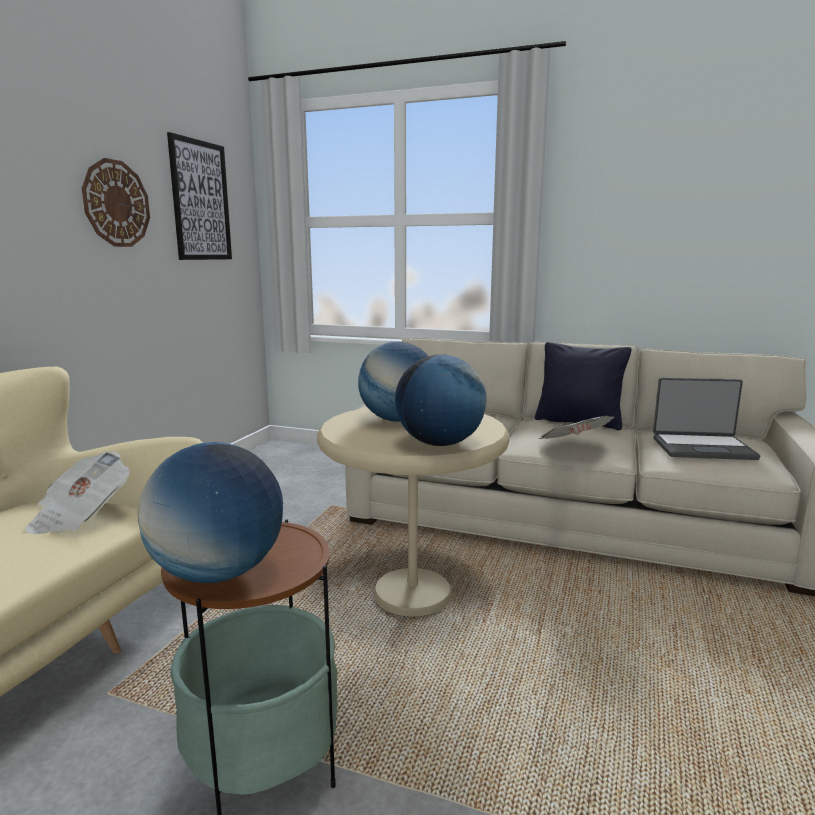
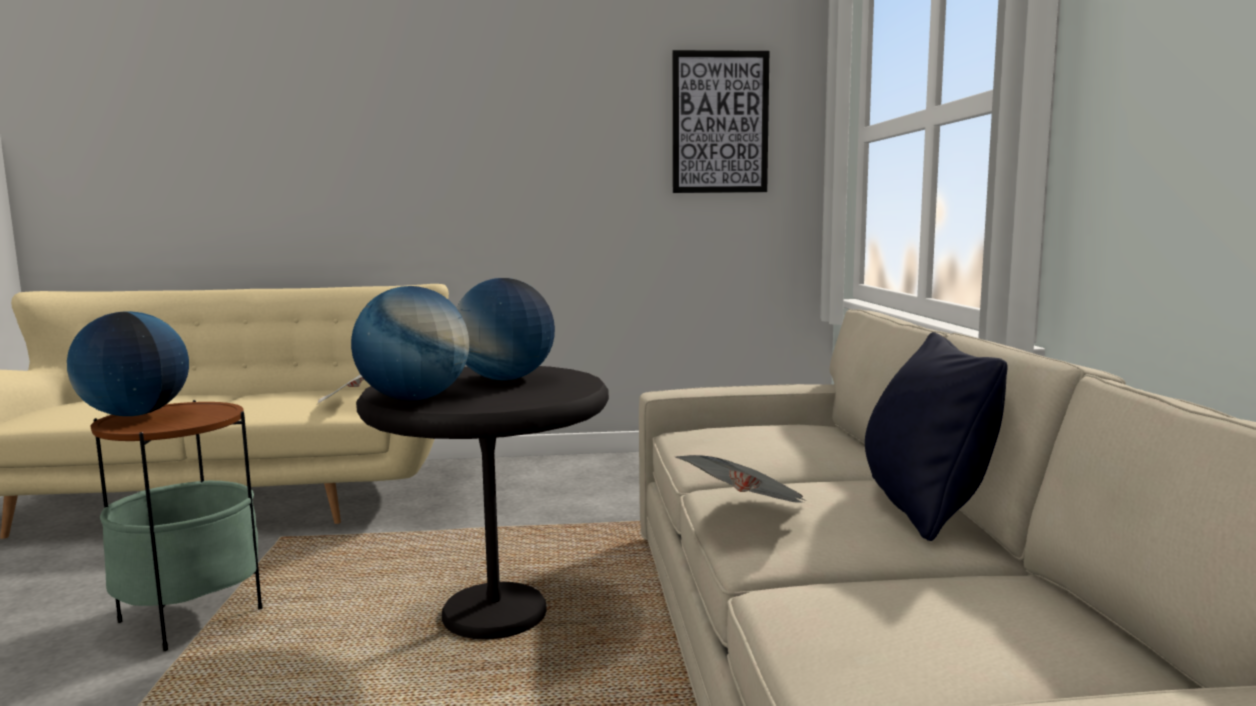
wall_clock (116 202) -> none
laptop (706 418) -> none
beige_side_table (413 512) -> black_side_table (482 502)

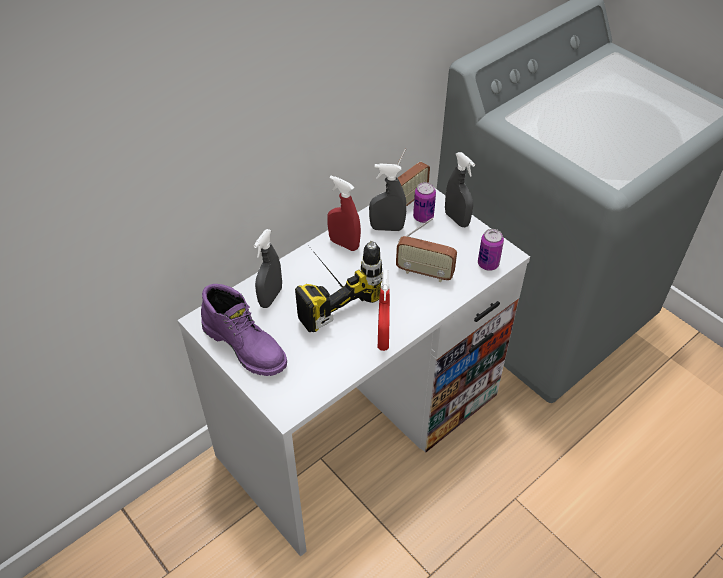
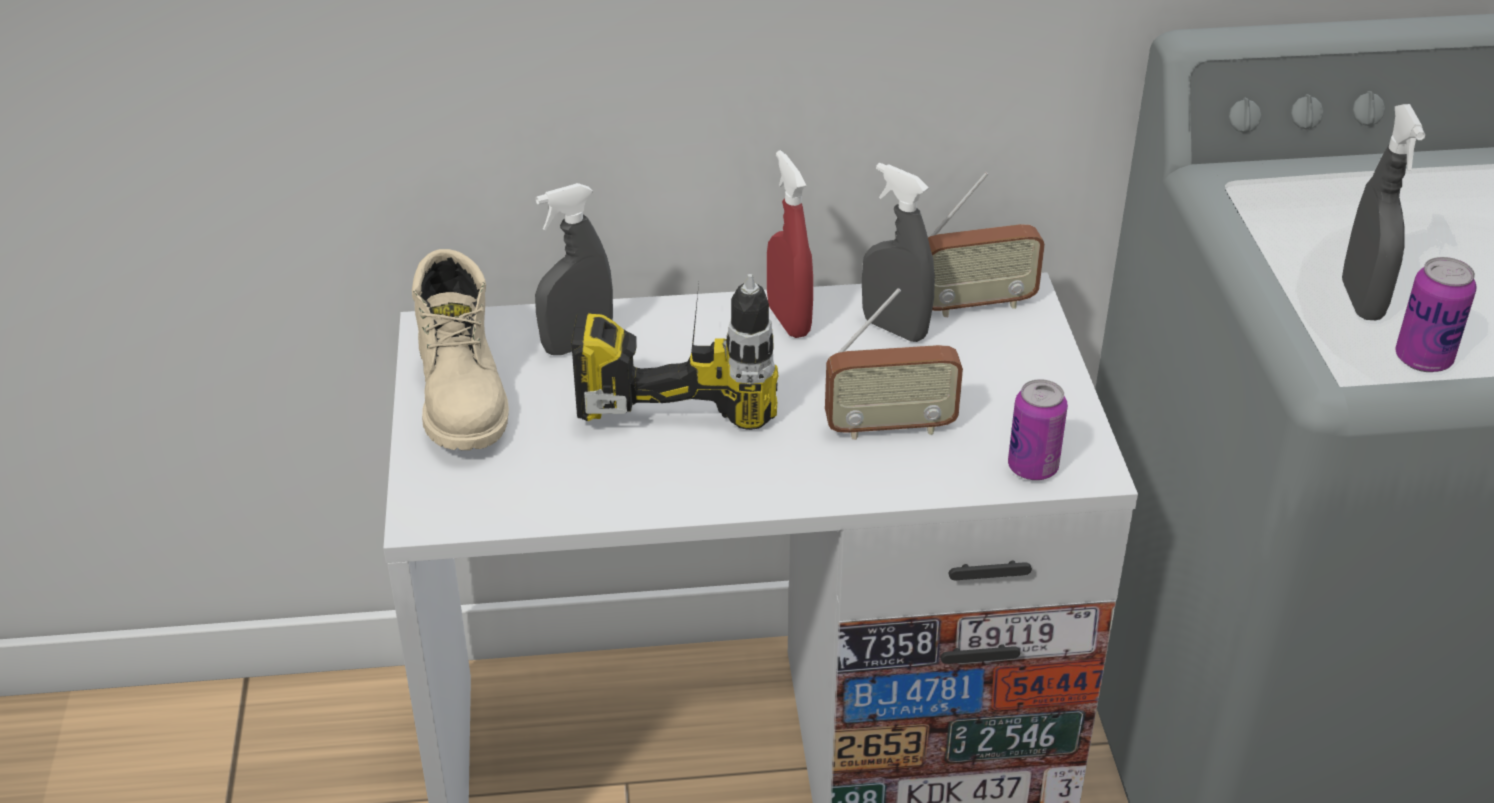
grey_spray_bottle (460 189) -> grey_spray_bottle (1383 212), shifted
can (424 202) -> can (1435 314), shifted
radio (426 250) -> radio (894 364), 60 degrees counterclockwise
red_spray_bottle (384 310) -> none
purple_boot (244 330) -> beige_boot (460 349)

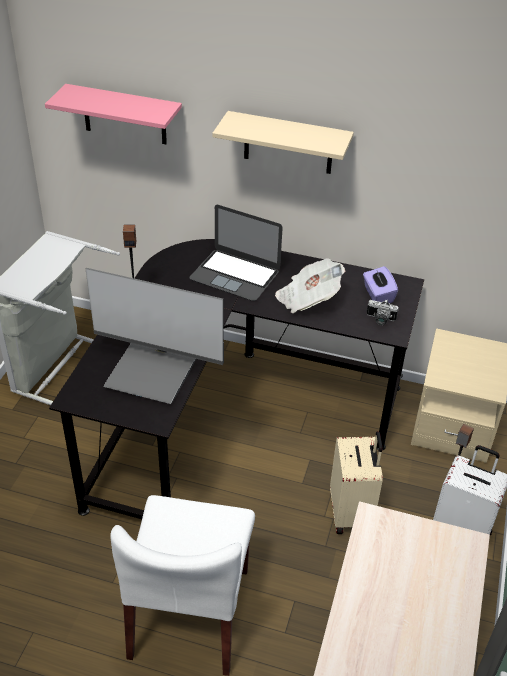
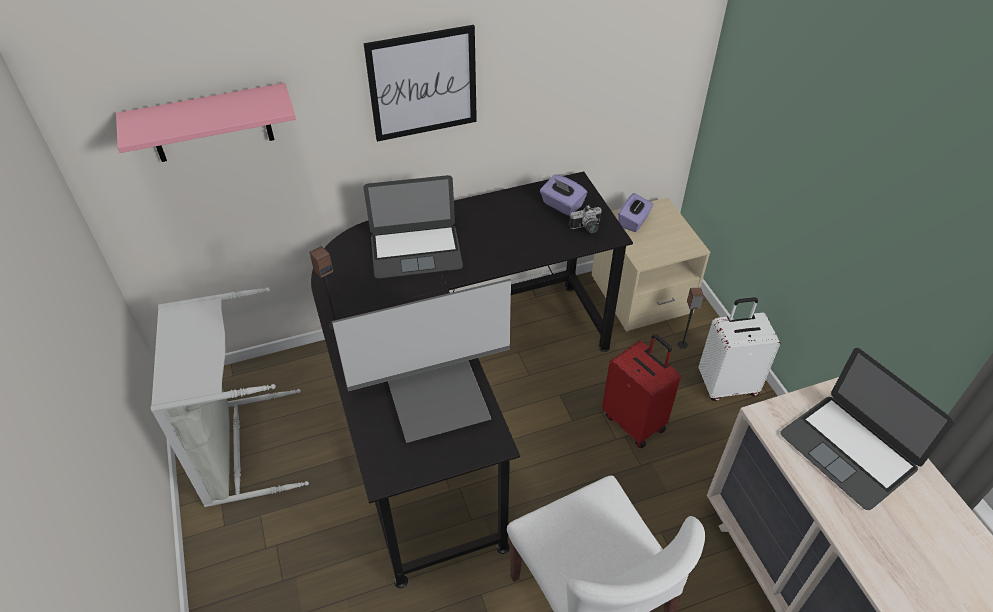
beige_shelf (283 142) -> picture (420 83)
newspaper (310 285) -> none
beige_suitcase (356 482) -> red_suitcase (641 391)
none -> purple_tissue_box (635 212)
none -> laptop (867 429)

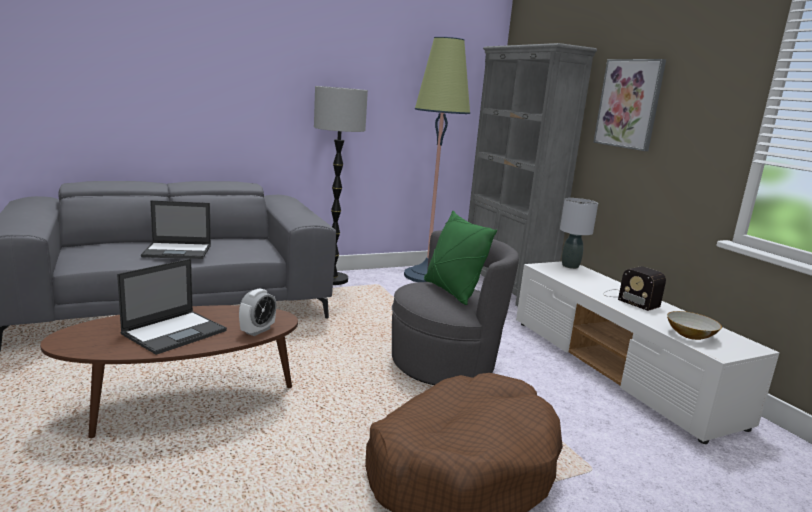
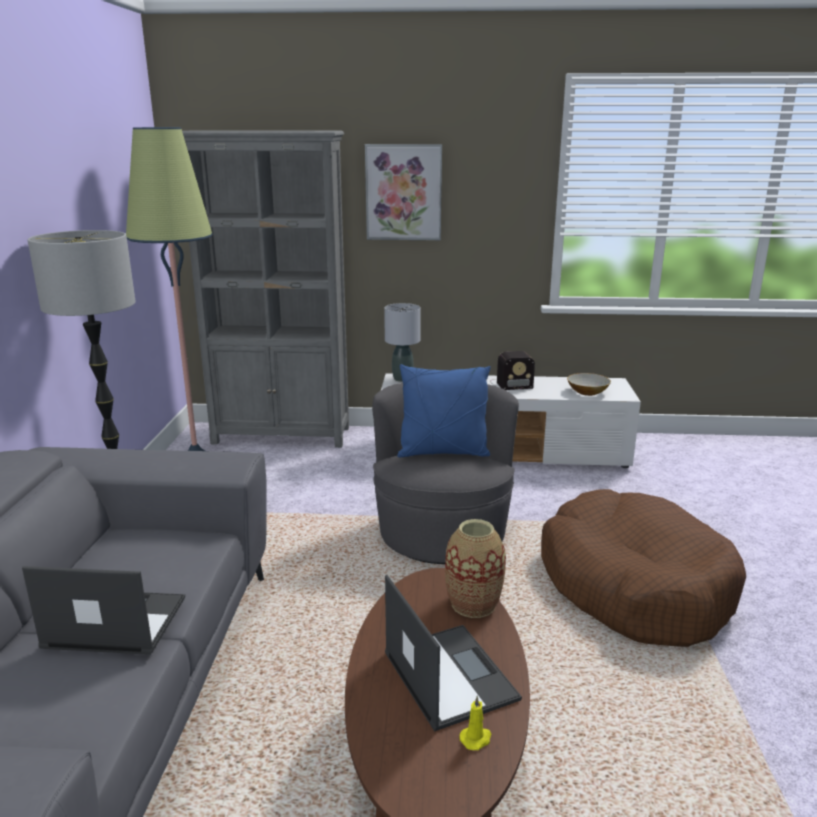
laptop (176 229) -> laptop (103 610), 105 degrees counterclockwise
green_pillow (460 258) -> blue_pillow (444 410)
alarm_clock (257 312) -> vase (475 568)
none -> yellow_candle (475 723)

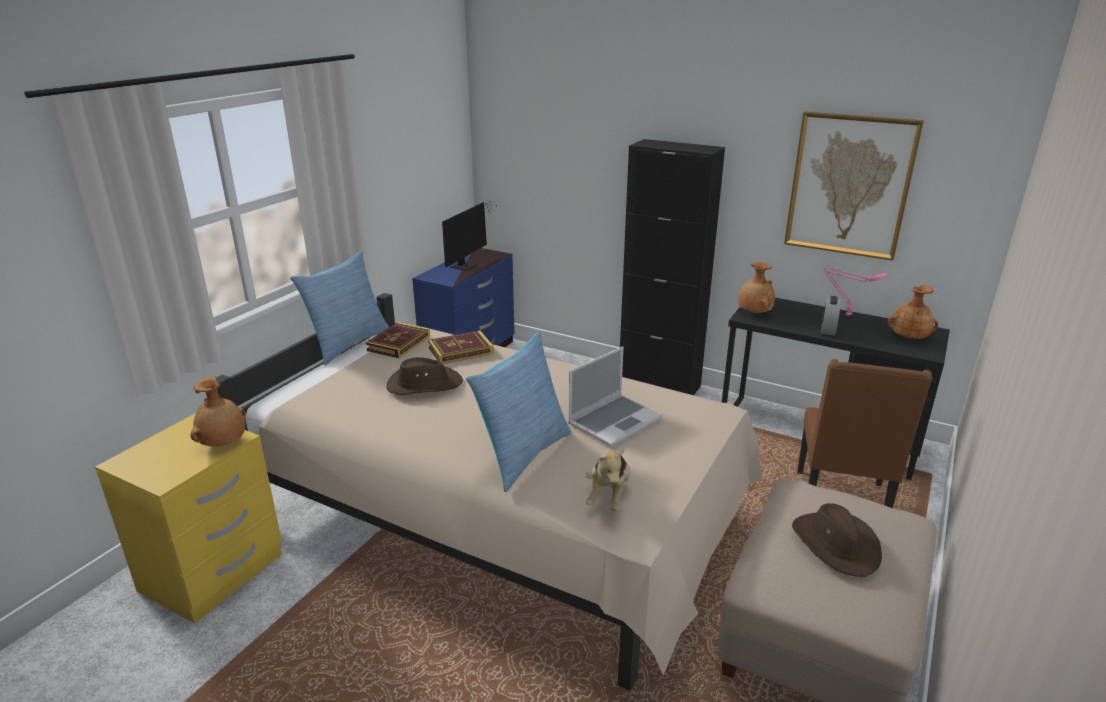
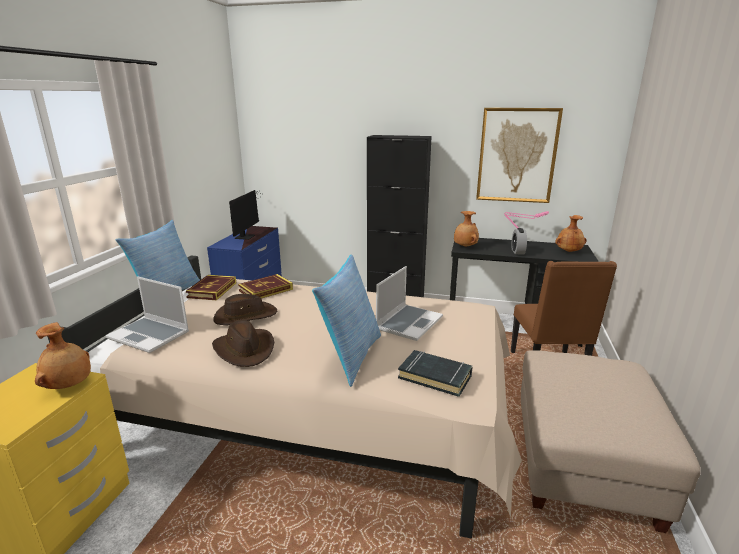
plush_toy (608 480) -> black_book (435 373)
brown_hat (837 540) -> brown_hat (243 343), shifted
none -> laptop (147 314)

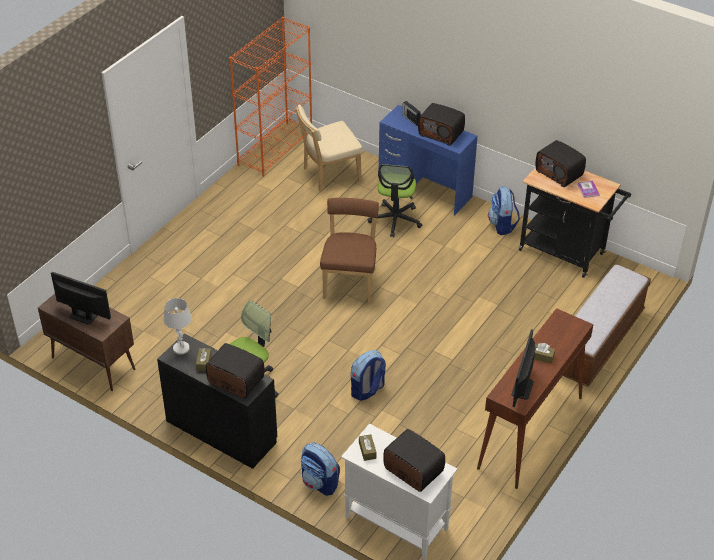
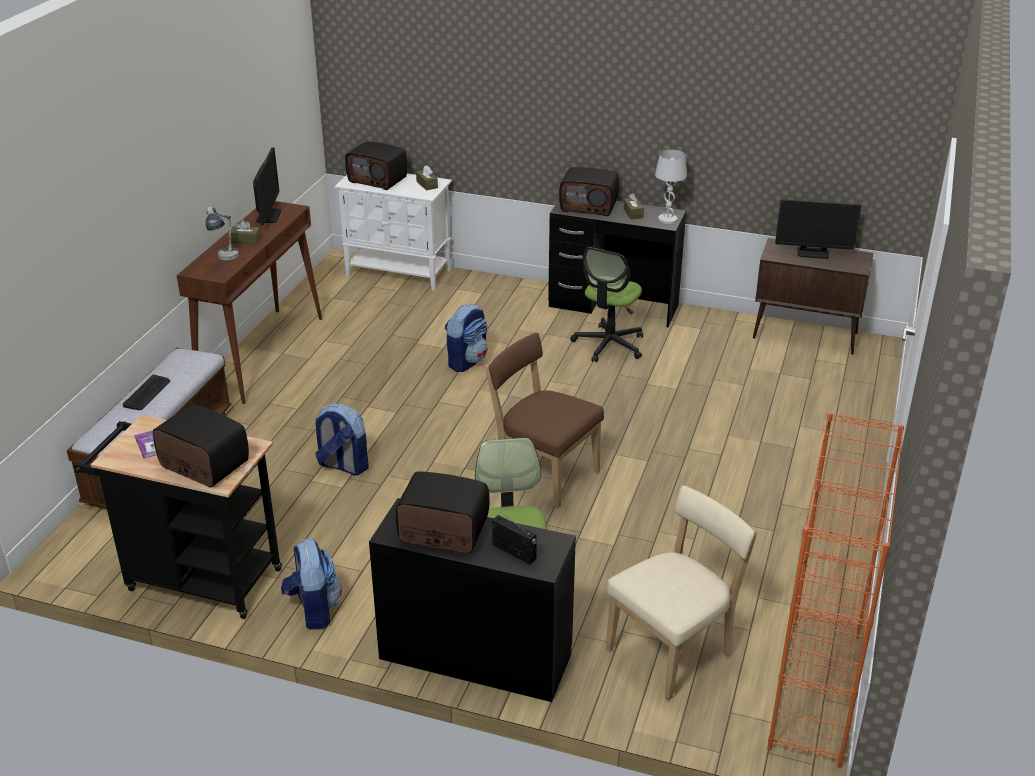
blue_desk (428 160) -> black_desk (472 600)
brown_chair (349 250) -> brown_chair (544 420), 135 degrees clockwise
backpack (320 469) -> backpack (342 439), shifted
none -> table_lamp (222 233)
none -> keyboard (146 392)

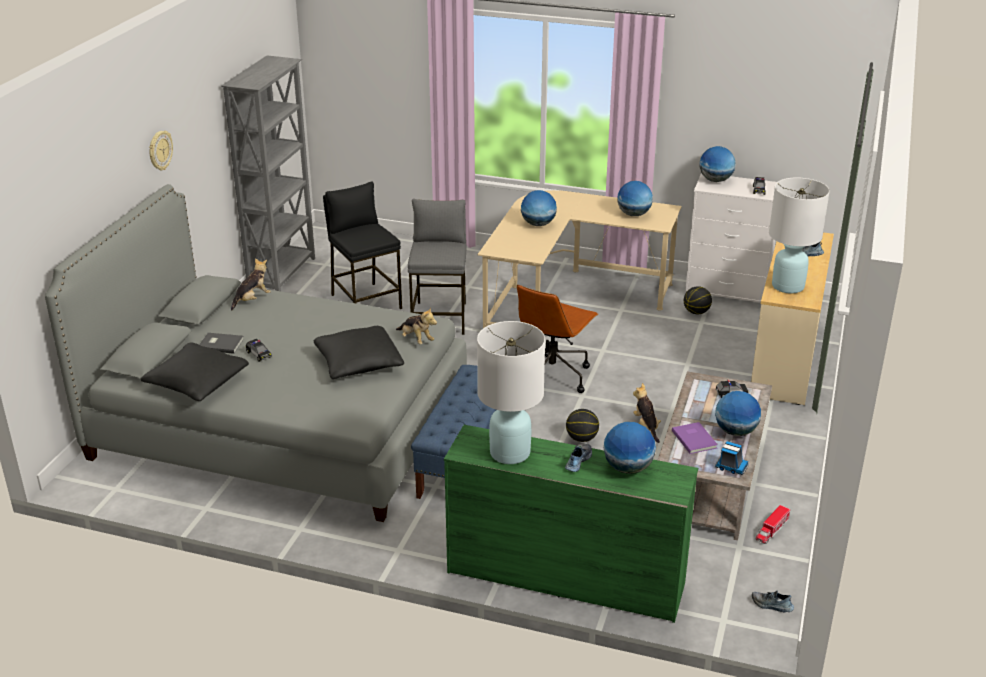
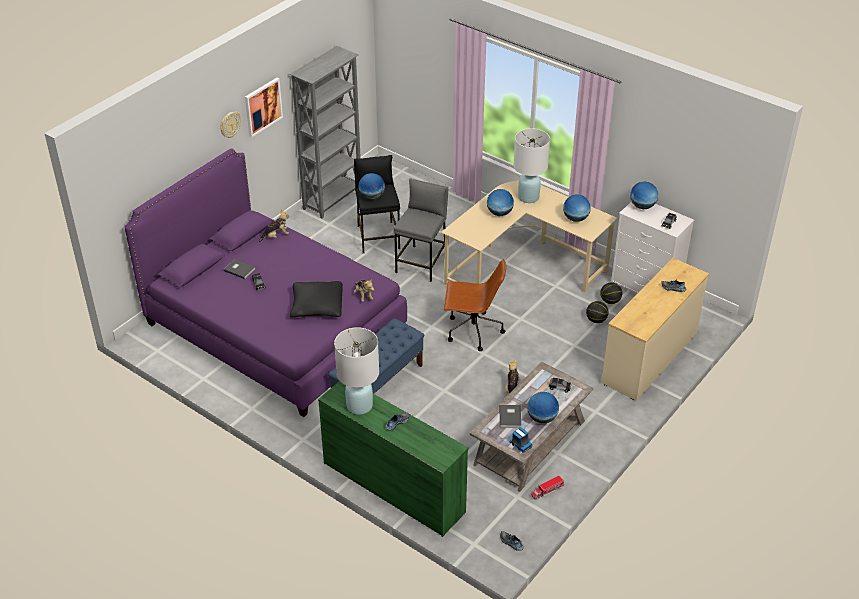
white_table_lamp (799 235) -> white_table_lamp (531 165), shifted
grey_bed (256 353) -> purple_bed (266 283)
brown_office_chair (557 338) -> brown_office_chair (474 305), 135 degrees counterclockwise
black_pillow (195 372) -> none
basketball (582 425) -> basketball (597 312), shifted
globe (630 448) -> globe (371 186), shifted
purple_book (695 438) -> grey_book (510 416)
none -> picture (264 107)

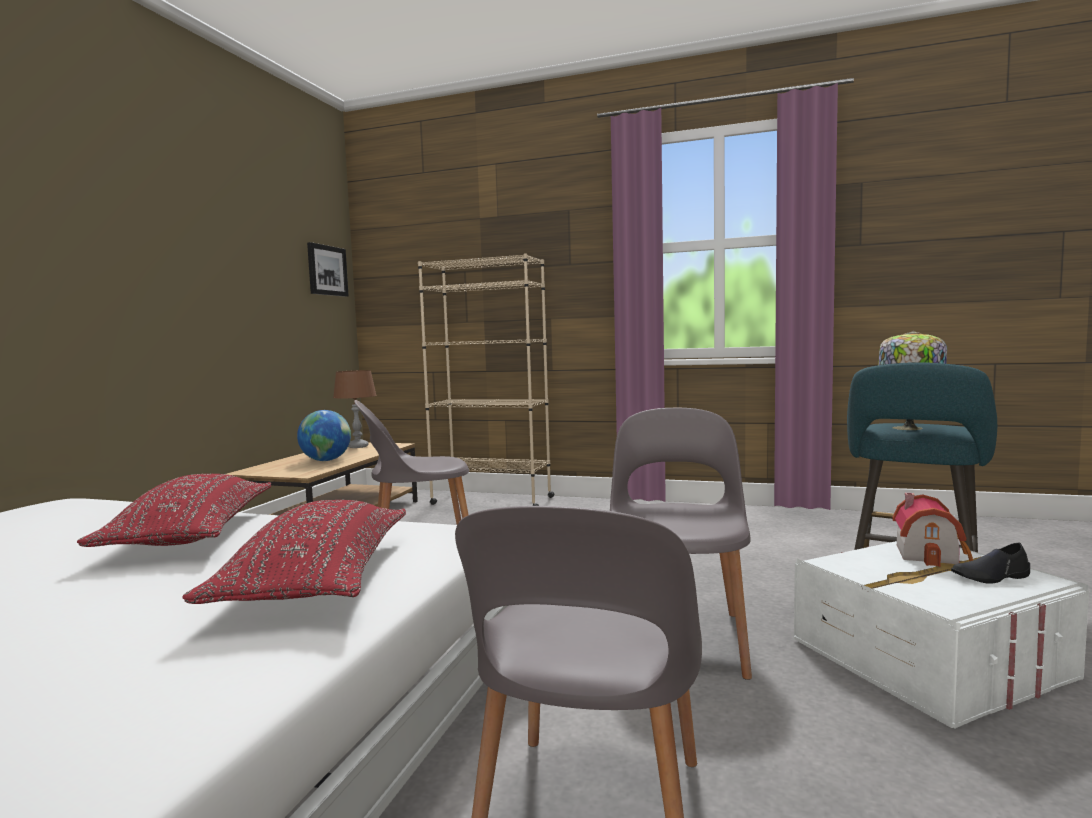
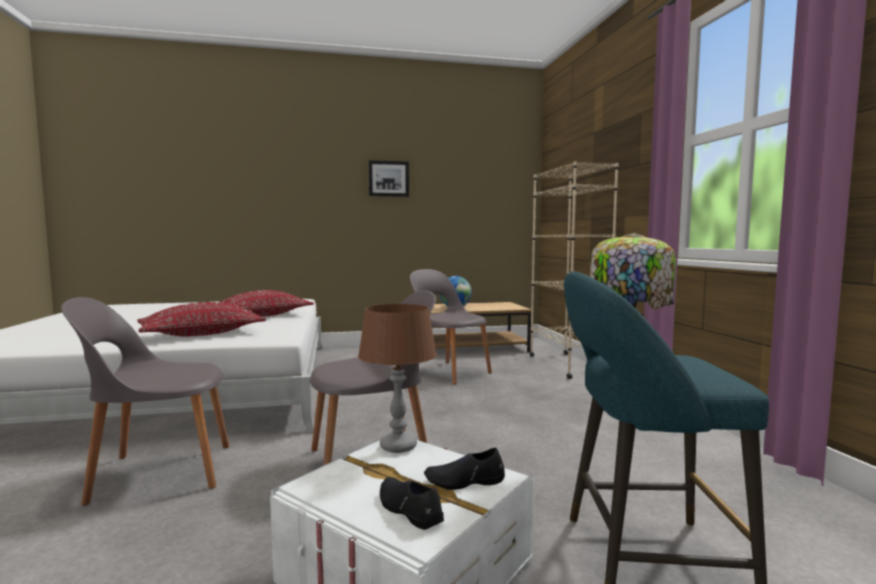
picture (328 269) -> picture (388 178), shifted
brown_table_lamp (355 409) -> brown_table_lamp (397 378), shifted
toy_house (932 530) -> black_shoe (464 469)

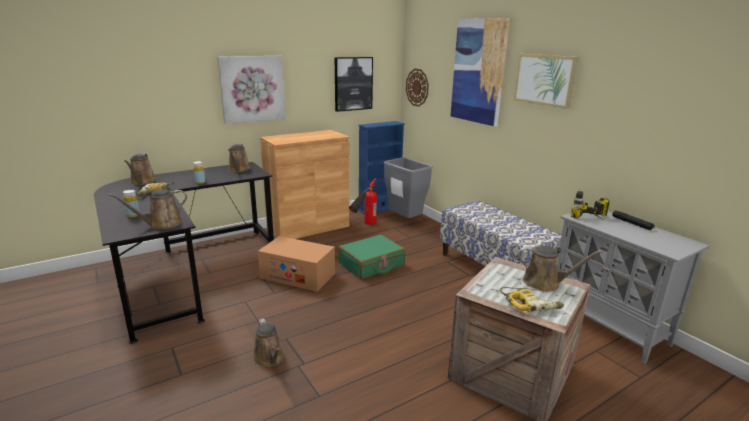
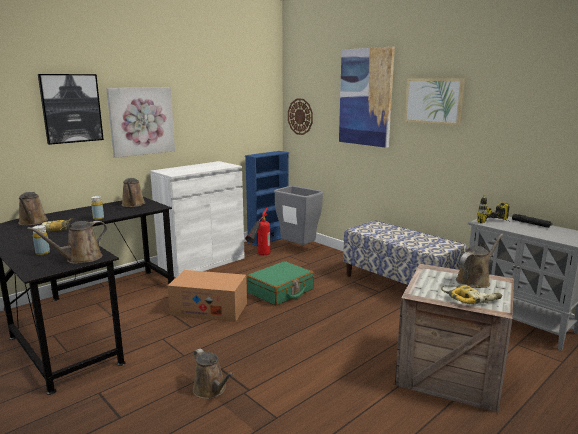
picture (354 84) -> picture (71 109), shifted
brown_cabinet (305 184) -> white_cabinet (197 219)
brown_watering_can (560 269) -> brown_watering_can (479 261), 45 degrees counterclockwise

